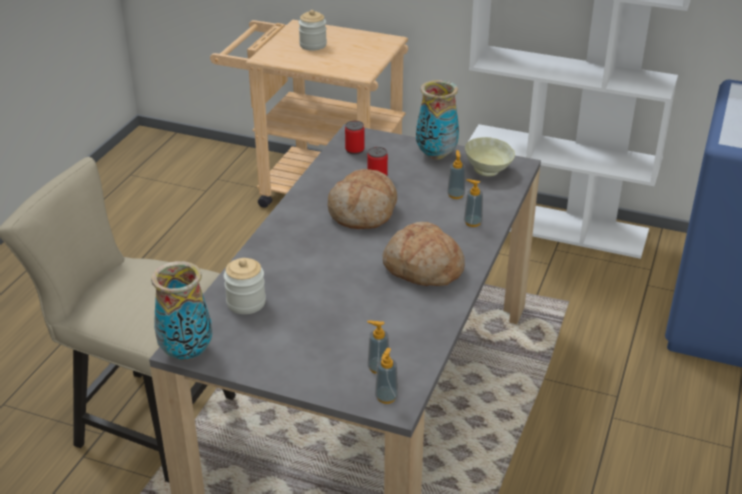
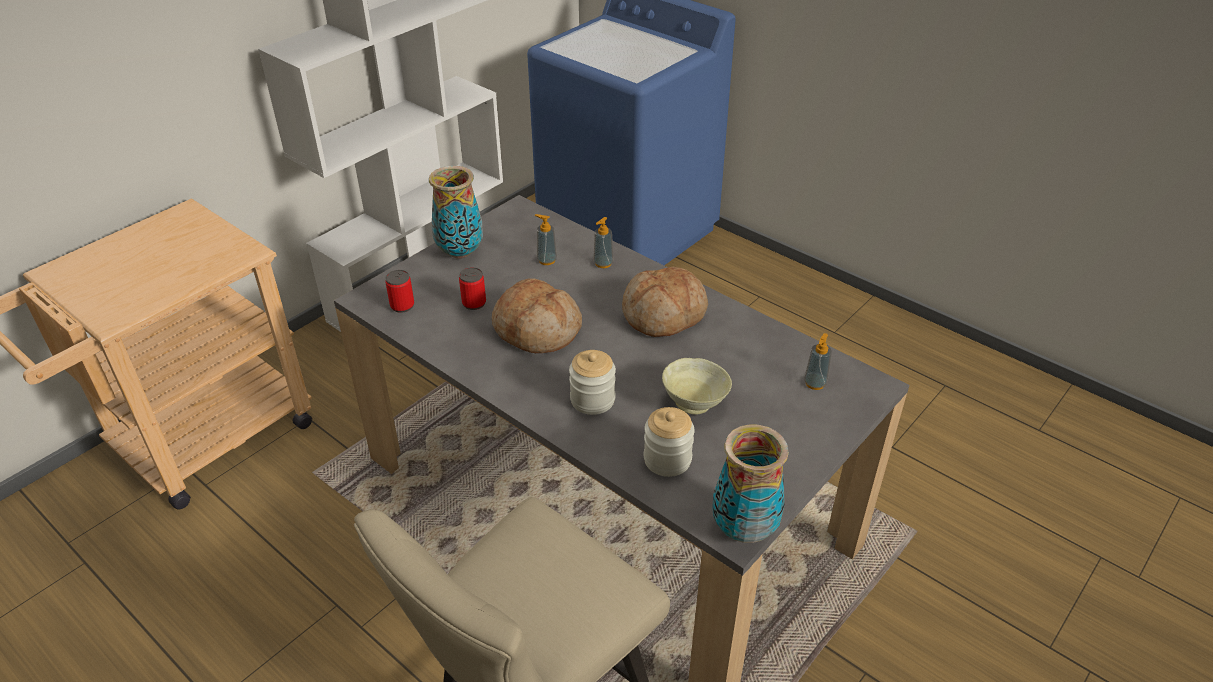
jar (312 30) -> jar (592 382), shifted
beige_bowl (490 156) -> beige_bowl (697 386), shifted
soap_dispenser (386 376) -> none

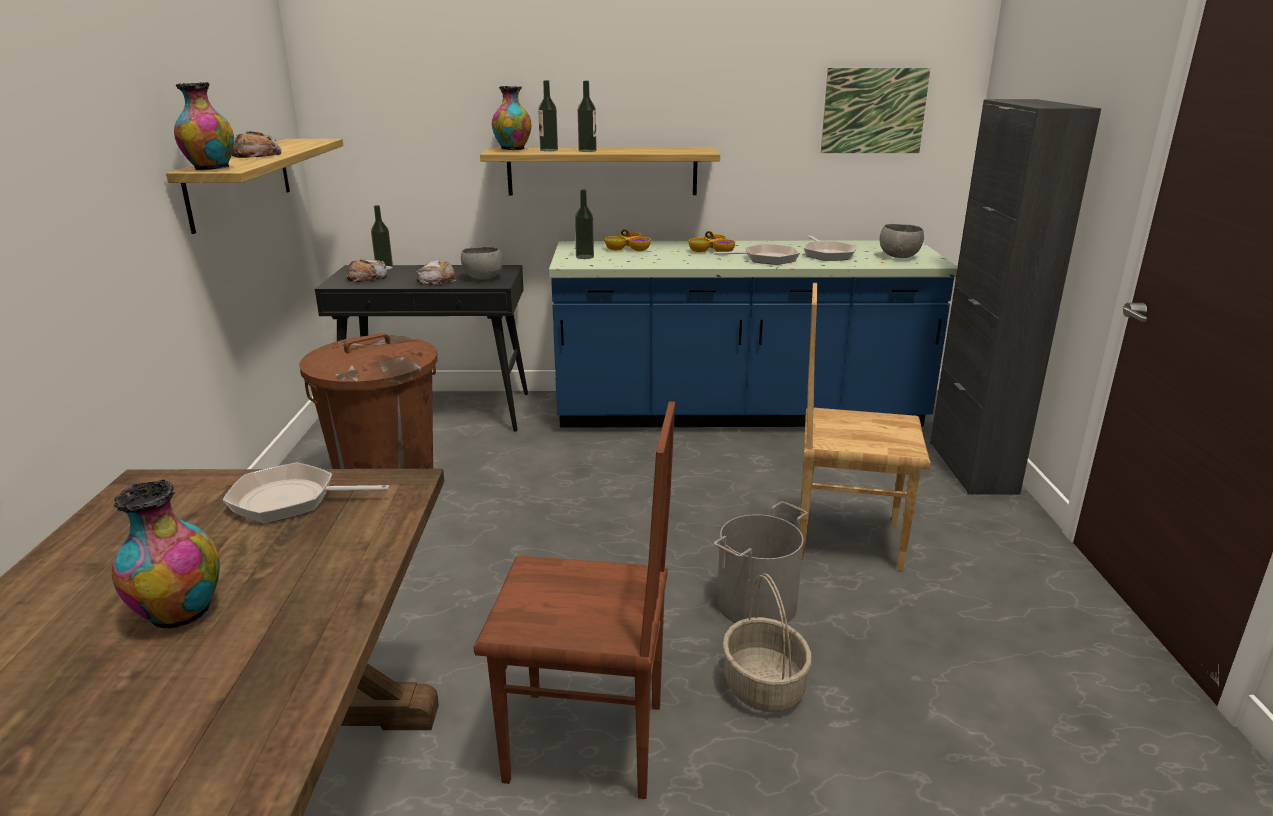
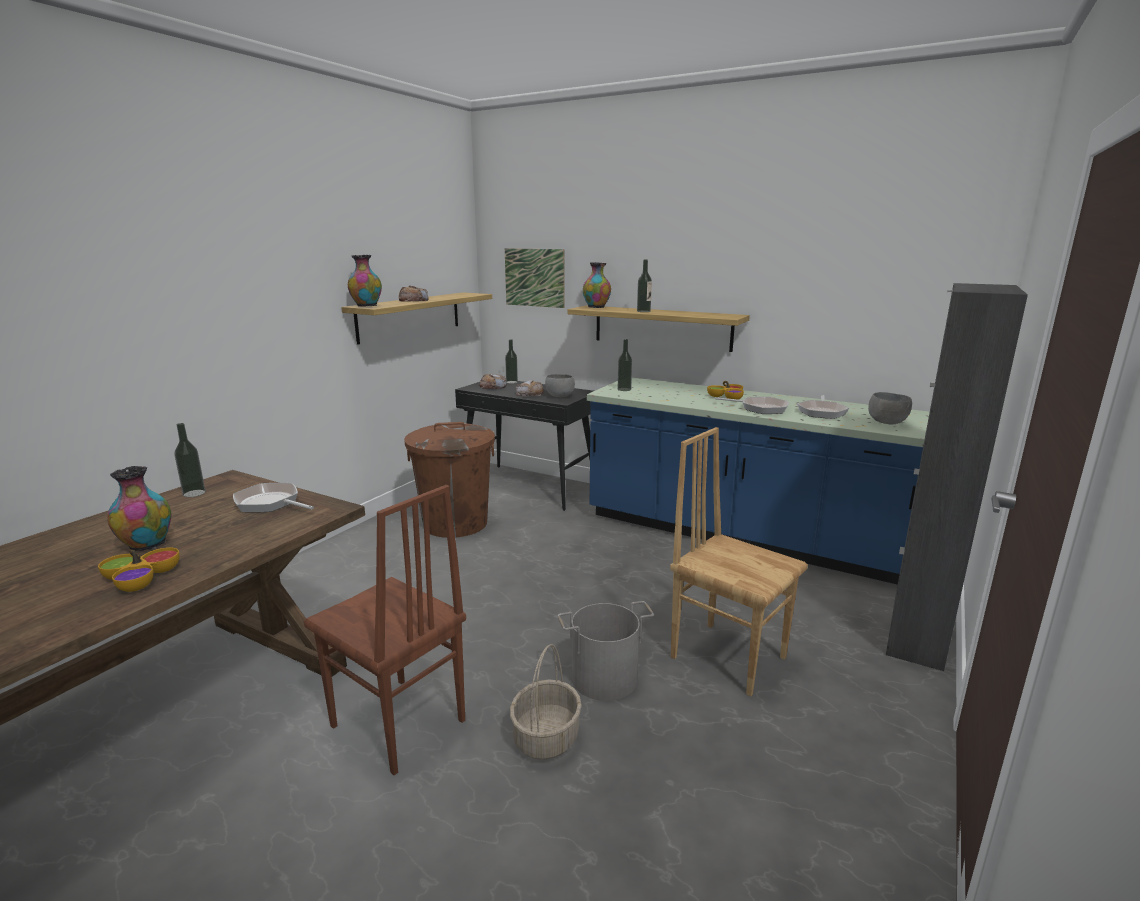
picture (875 110) -> picture (535 278), shifted
bottle (548 115) -> bottle (190 460), shifted
bowl (628 240) -> bowl (139 569), shifted

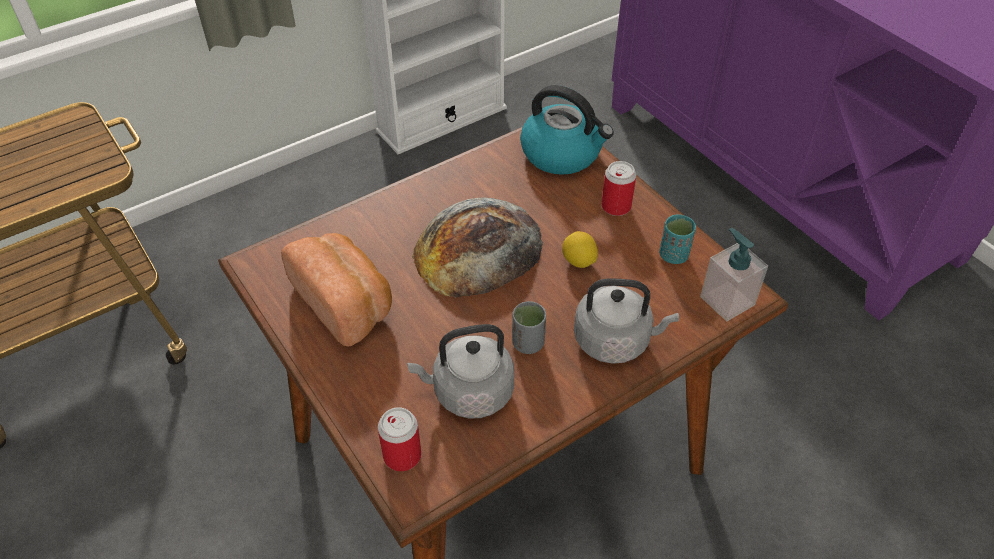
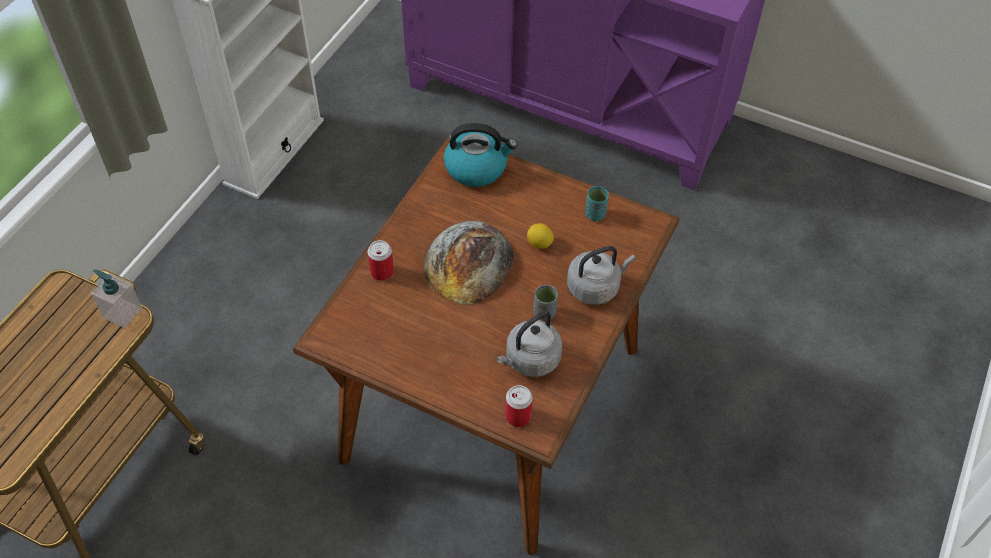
can (618 188) -> can (381 260), shifted
soap_dispenser (734 274) -> soap_dispenser (116 298), shifted
bread (336 289) -> none

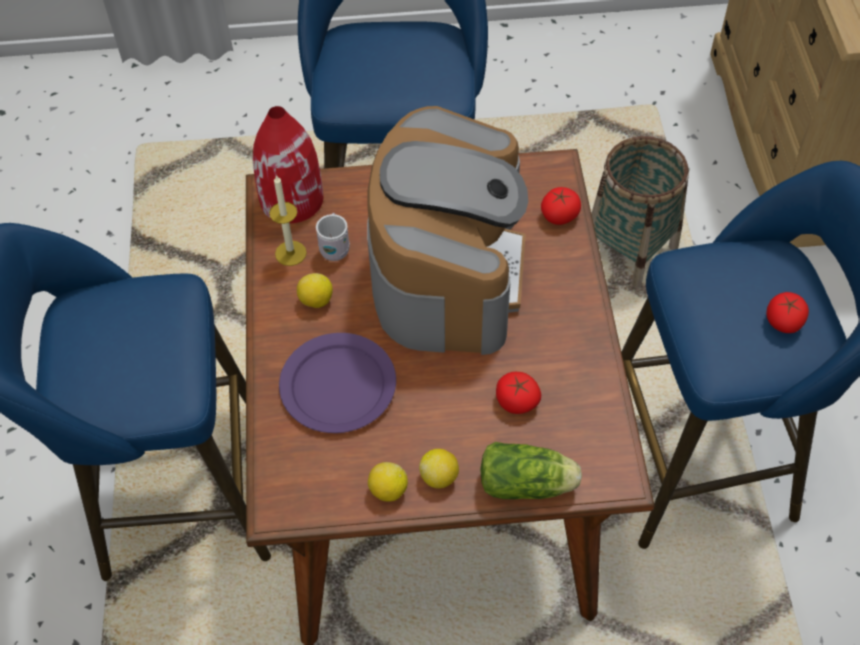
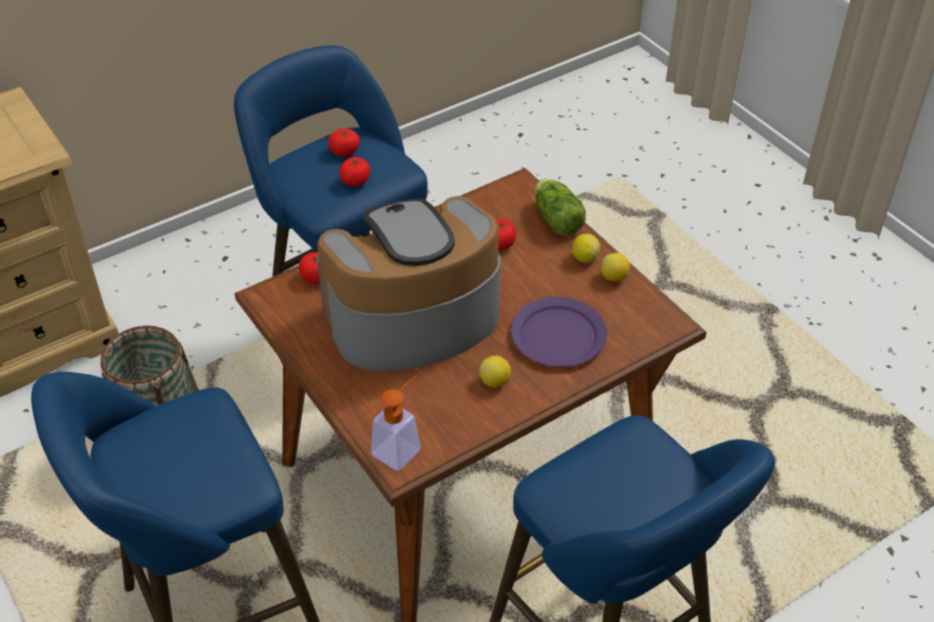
red_vase (288 164) -> soap_dispenser (396 423)
candle (288 220) -> none
white_mug (333 237) -> none
none -> tomato (354 171)

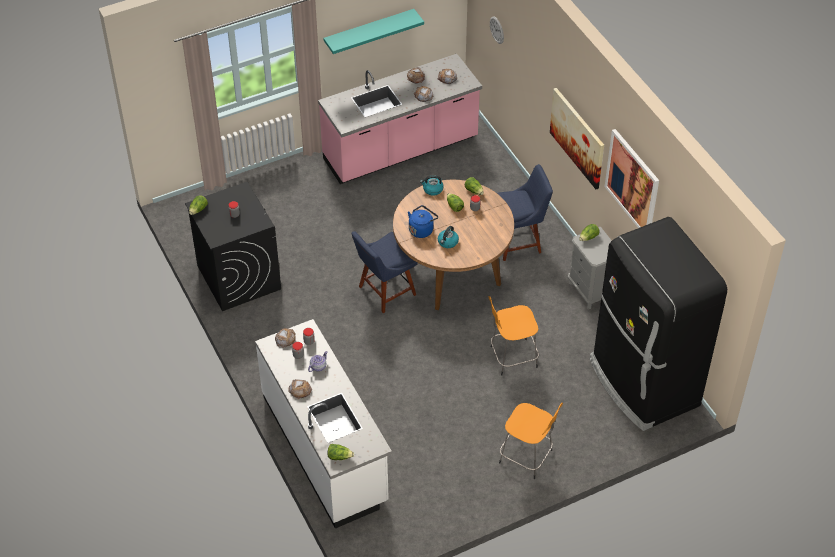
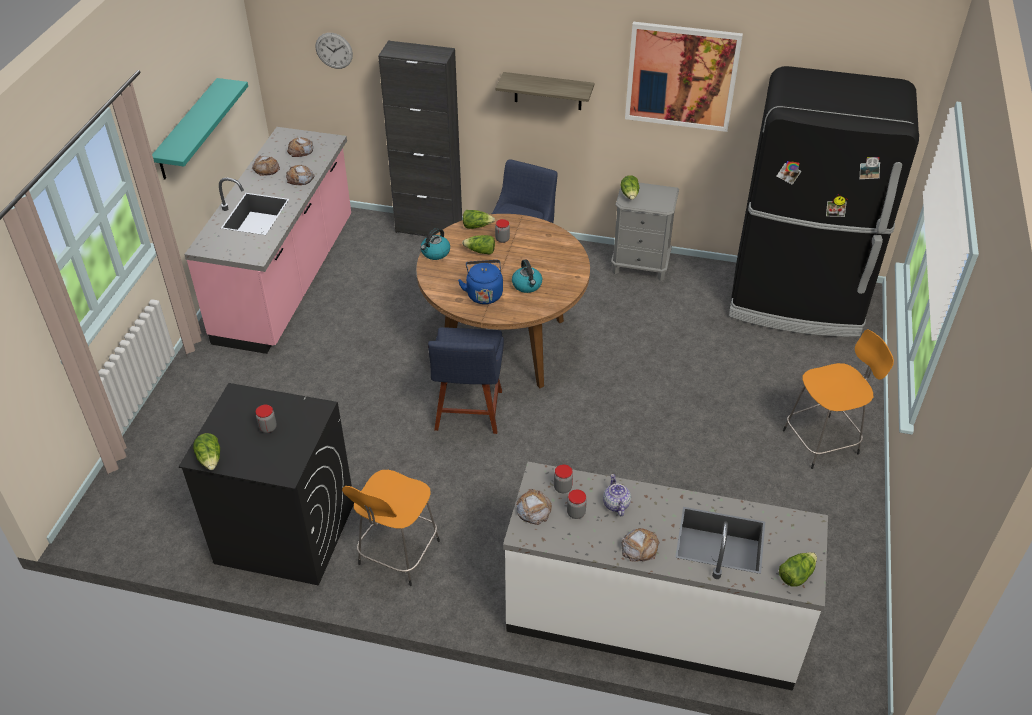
picture (577 138) -> shelf (545 91)
orange_stool (514 335) -> orange_stool (391 528), shifted
none -> black_cabinet (420 138)

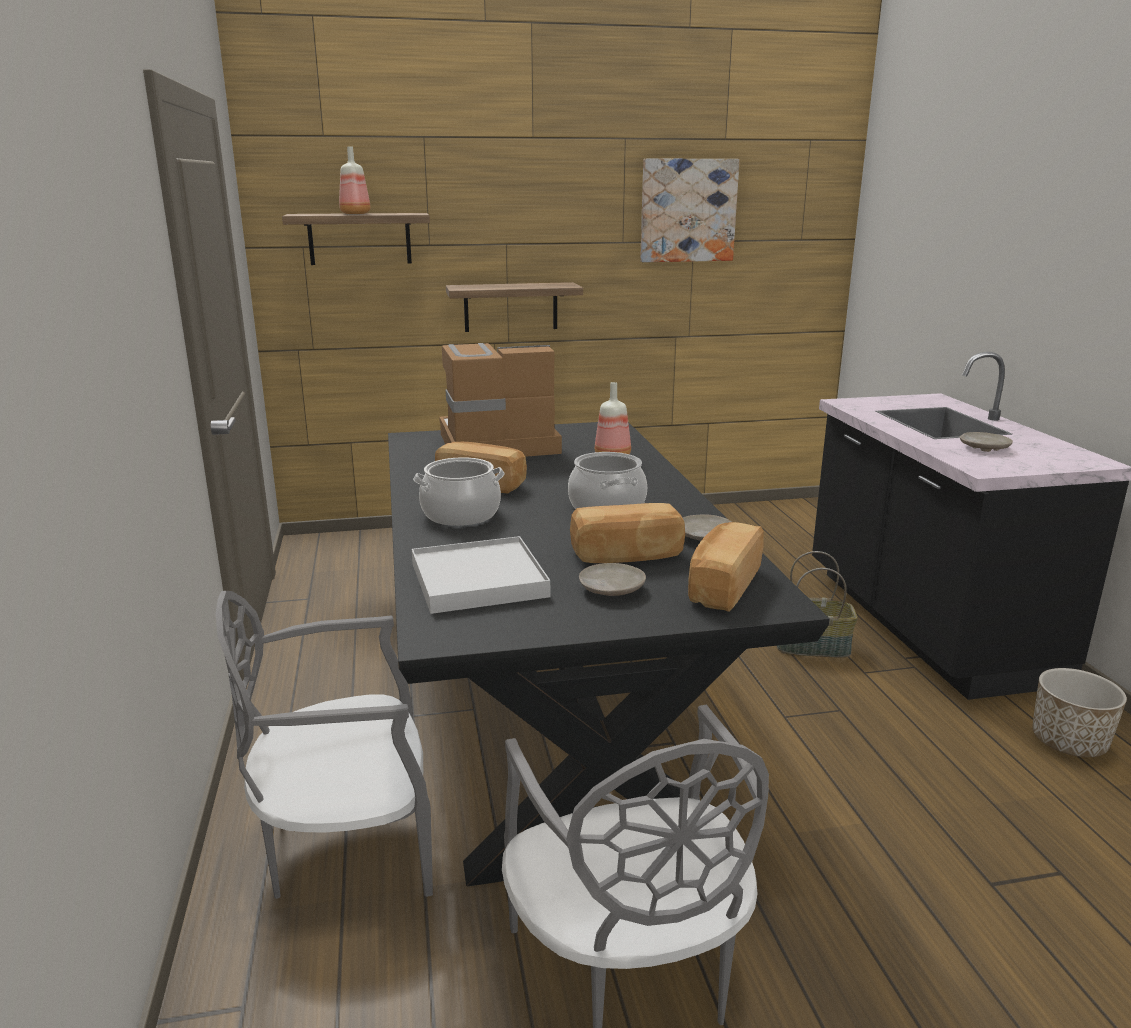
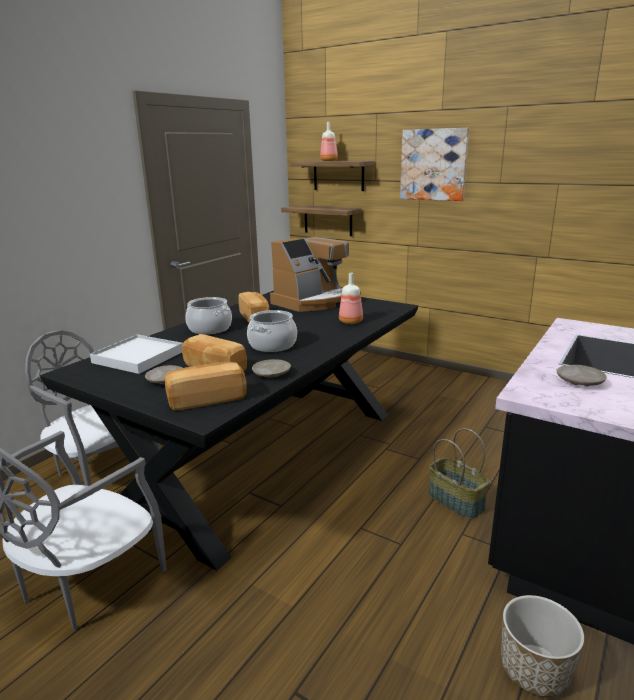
picture (690 210) -> picture (434 164), shifted
shelf (514 307) -> shelf (321 220), shifted
coffee_machine (500 400) -> coffee_machine (315 274), 105 degrees clockwise

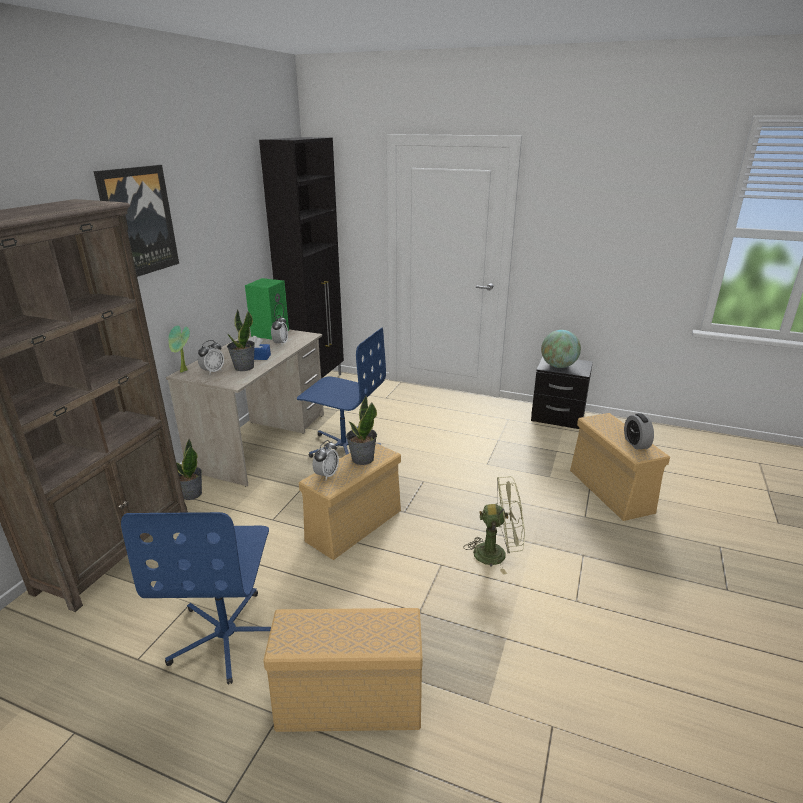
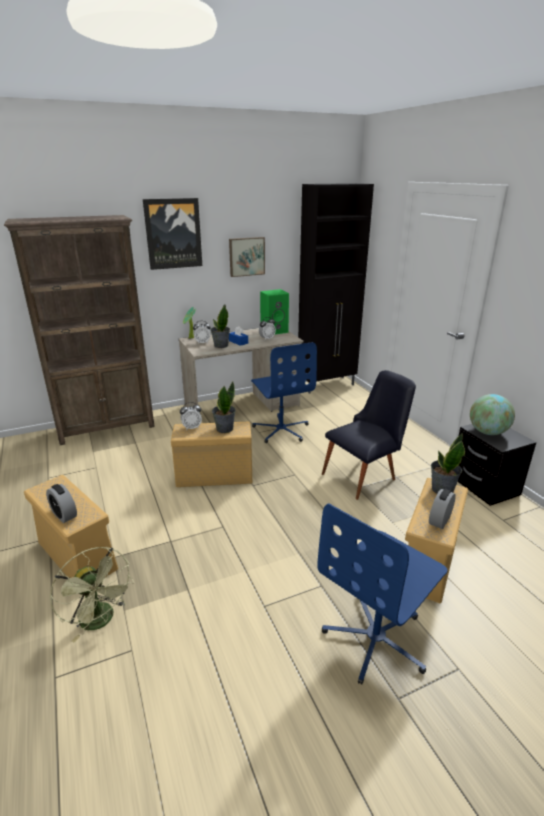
potted_plant (189 469) -> potted_plant (448 463), shifted
green_fan (494 525) -> green_fan (92 595), shifted
blue_office_chair (196 598) -> blue_office_chair (382 594), shifted
none -> picture (247 257)
none -> black_chair (369 435)
none -> alarm_clock (61 503)

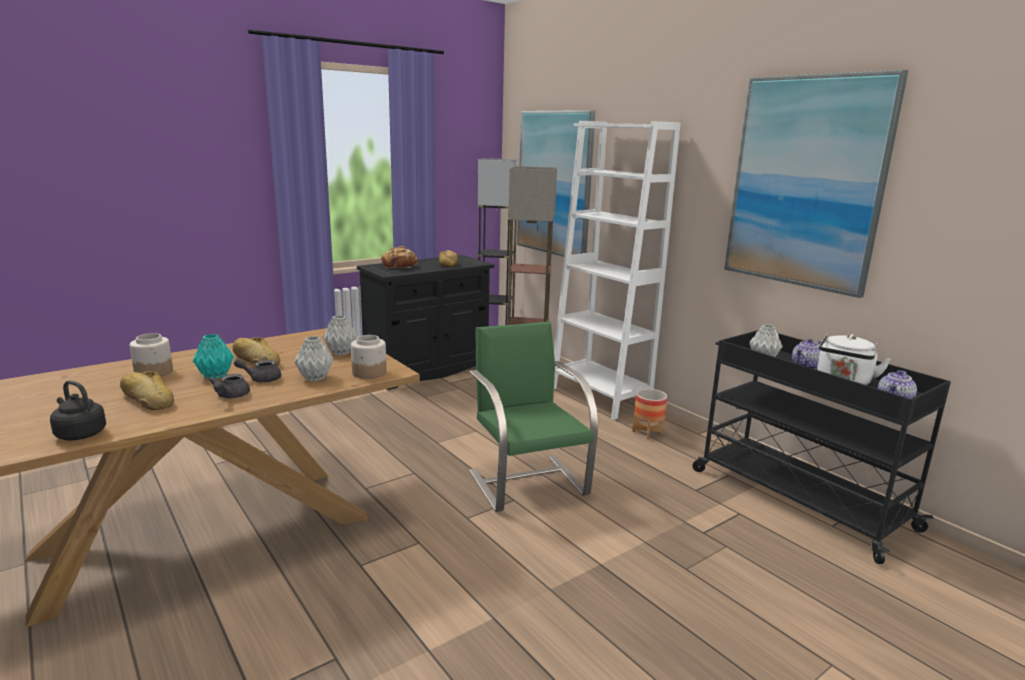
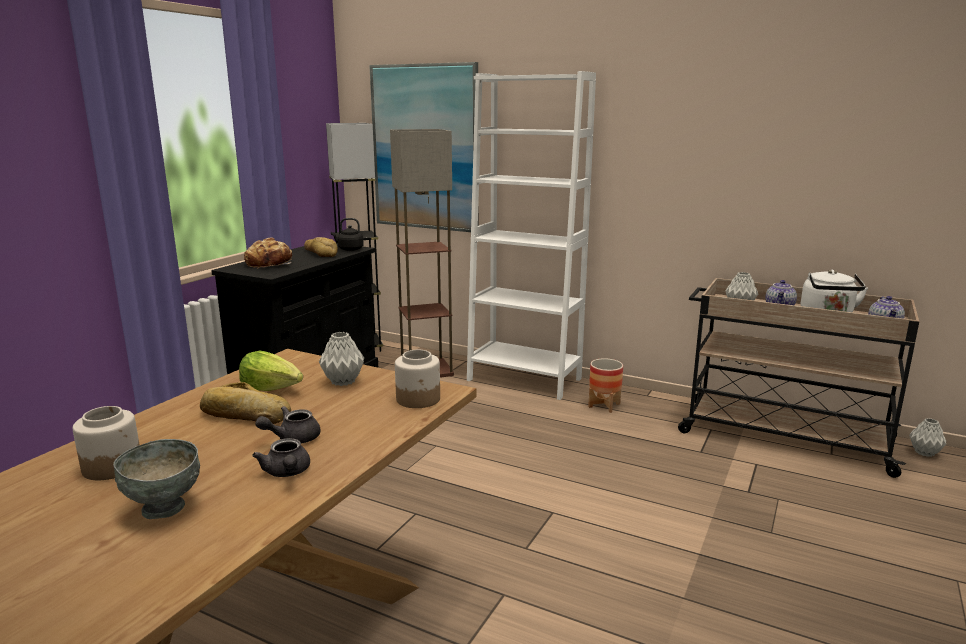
picture (816 184) -> none
green_chair (533 417) -> none
black_cart (822 447) -> beige_cart (798 378)
turquoise_vase (213 356) -> none
grey_vase (313 358) -> grey_vase (927 437), shifted
bread (147 390) -> grey_bowl (156 479)
black_kettle (78 410) -> black_kettle (347 234), shifted
none -> lettuce (271 370)

